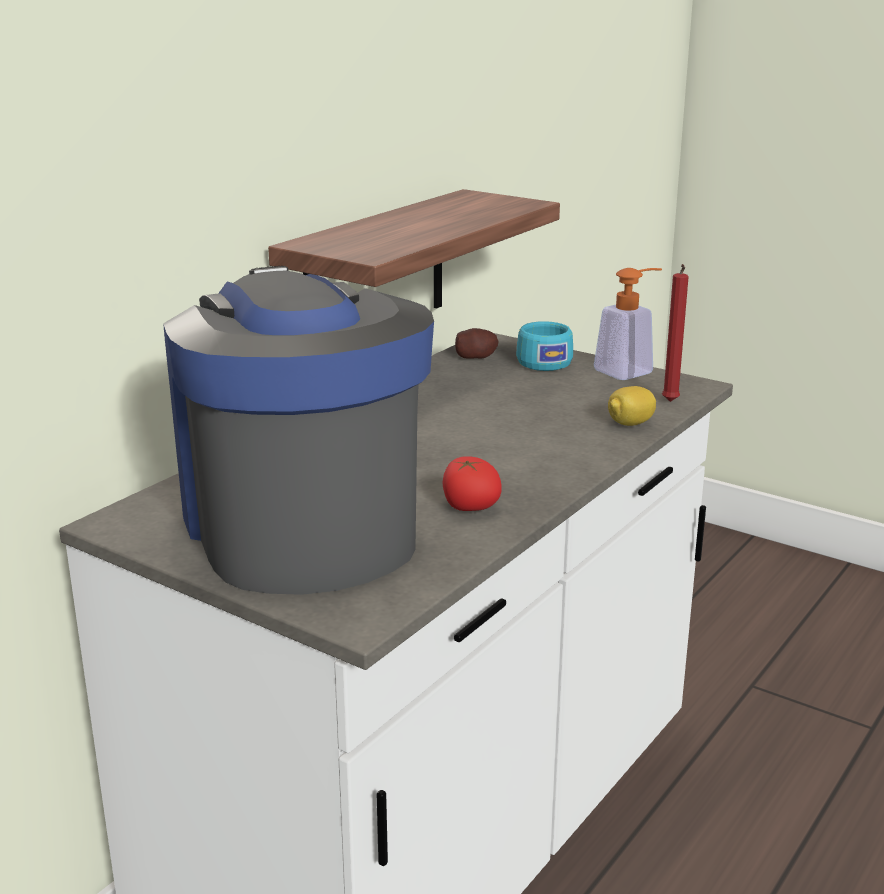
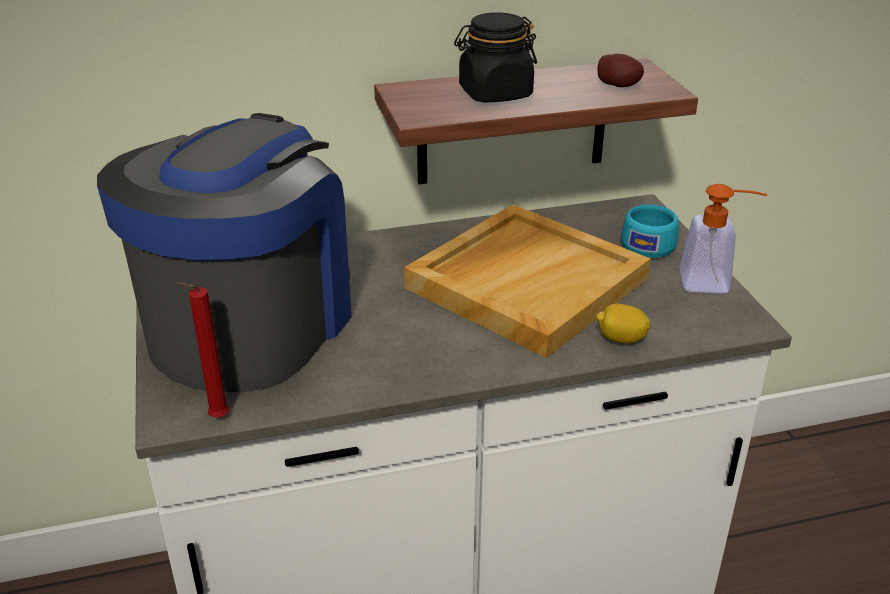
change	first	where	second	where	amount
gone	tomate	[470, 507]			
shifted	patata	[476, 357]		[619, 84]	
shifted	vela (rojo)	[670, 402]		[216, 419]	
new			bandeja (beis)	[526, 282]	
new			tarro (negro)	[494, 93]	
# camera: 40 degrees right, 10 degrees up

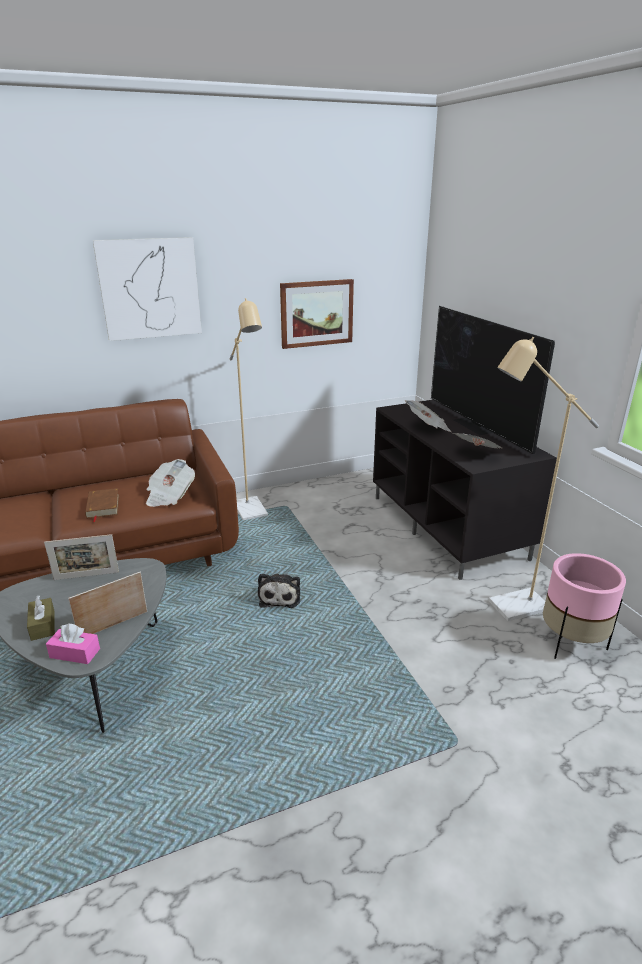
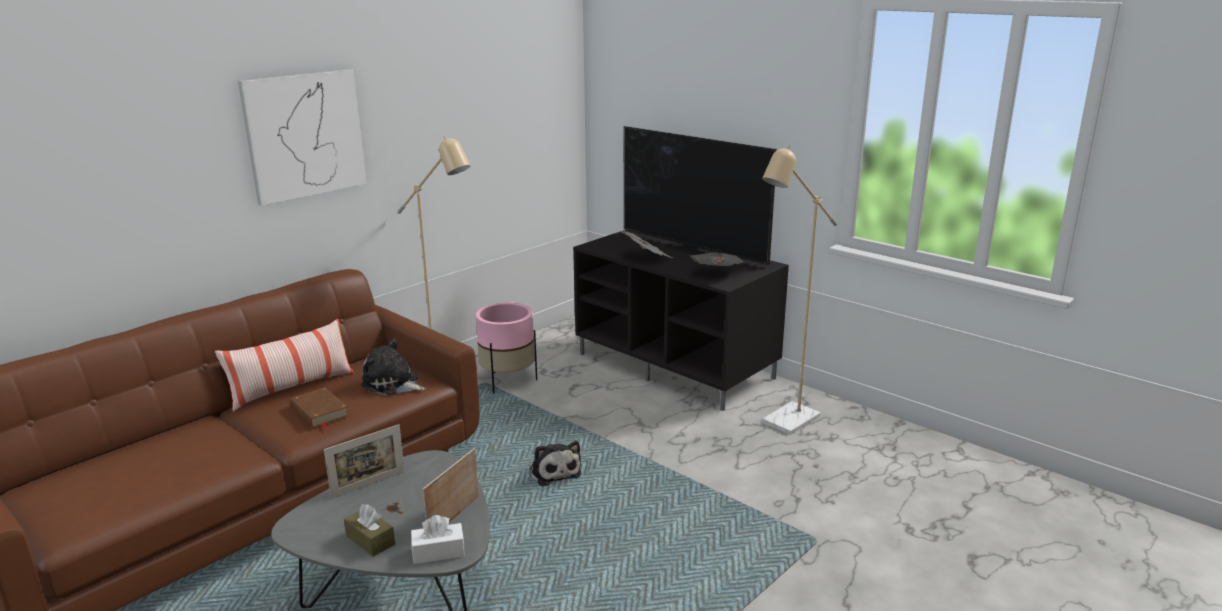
change	first	where	second	where	amount
repainted	caja de pañuelos (rosa)	[75, 653]	caja de pañuelos (blanco)	[438, 552]	
swapped	periódico	[169, 496]	peluche	[392, 384]	
gone	cuadro	[316, 313]			
shifted	maceta (rosa)	[571, 642]		[508, 381]	
new			cojín	[292, 388]	
# camera: 25 degrees left, 5 degrees down

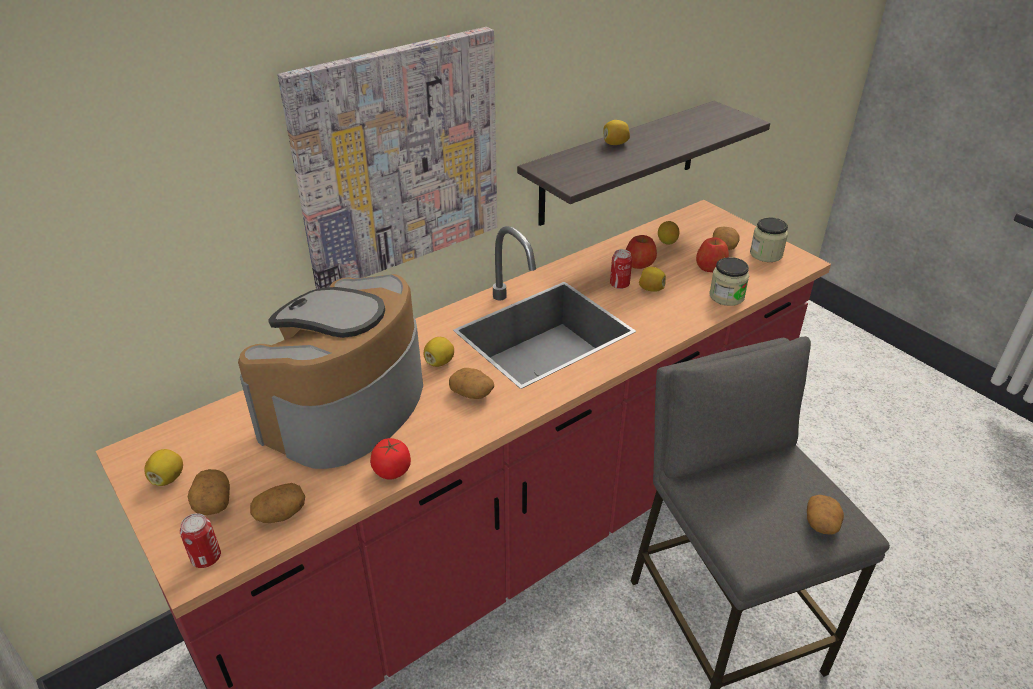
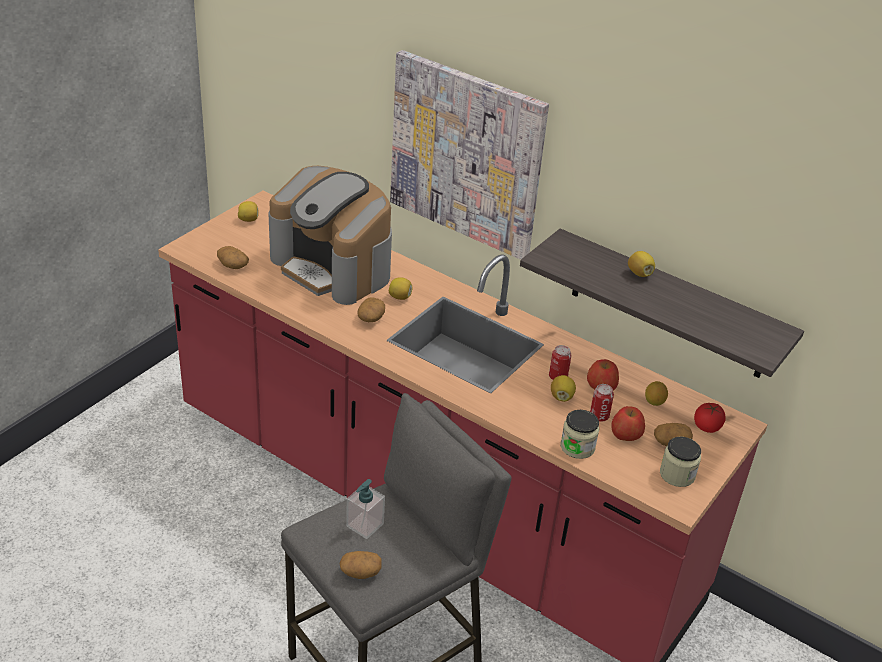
change	first	where	second	where	amount
shifted	lata	[206, 558]		[599, 416]	
gone	patata	[212, 502]			
rotated	cafetera	[345, 408]		[333, 267]	150 degrees counterclockwise
shifted	tomate	[392, 470]		[707, 427]	
new			dispensador de jabón	[364, 525]	
# camera: 70 degrees right, 0 degrees up

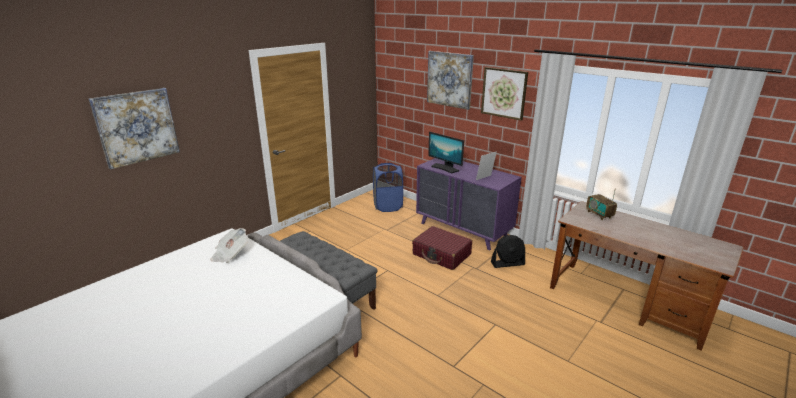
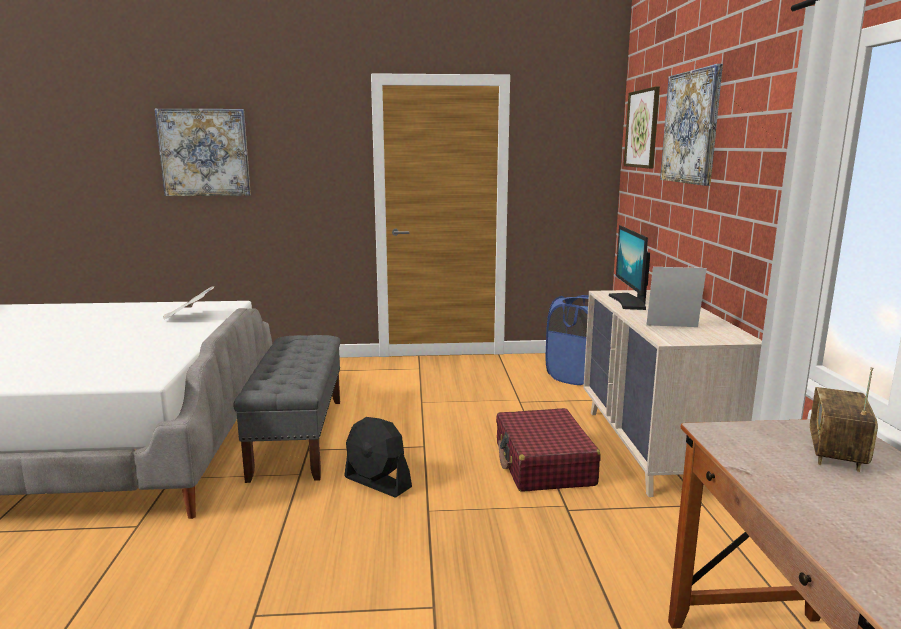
change	first	where	second	where	amount
repainted	cómoda (morado)	[463, 230]	cómoda (beis)	[653, 449]	
shifted	cuadro	[504, 93]		[642, 129]	
shifted	ventilador (negro)	[507, 263]		[377, 483]	
# camera: 45 degrees right, 10 degrees down

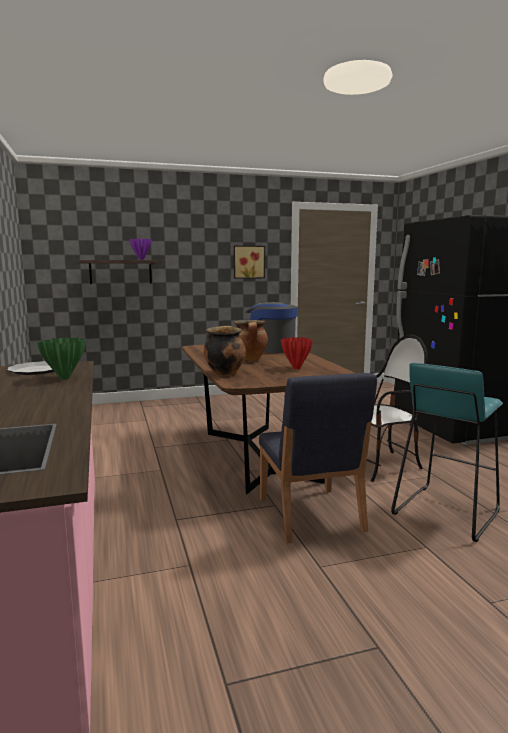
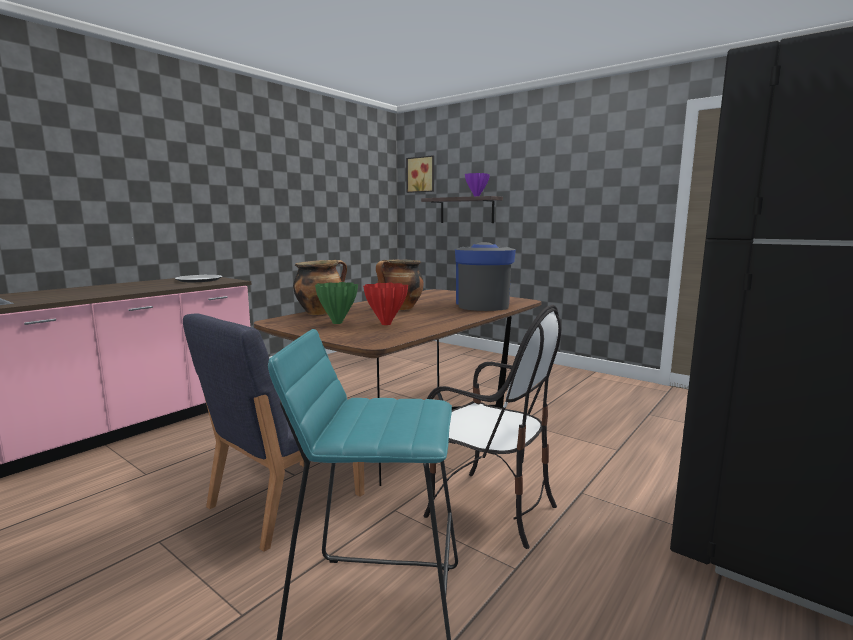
change	first	where	second	where	amount
shifted	florero (verde)	[66, 378]		[338, 323]	
shifted	cuadro	[248, 262]		[421, 174]	
# camera: 55 degrees right, 0 degrees up

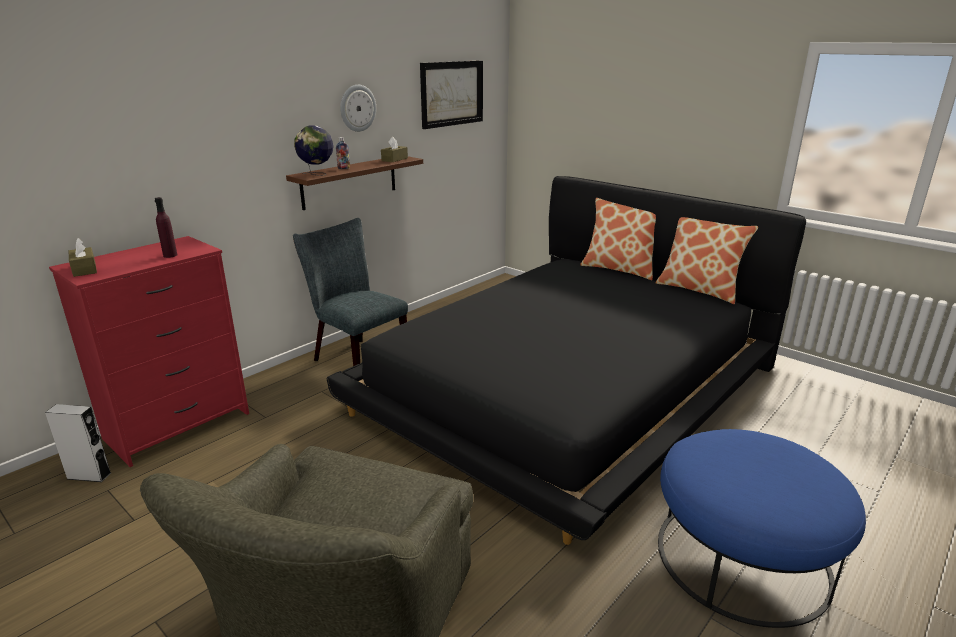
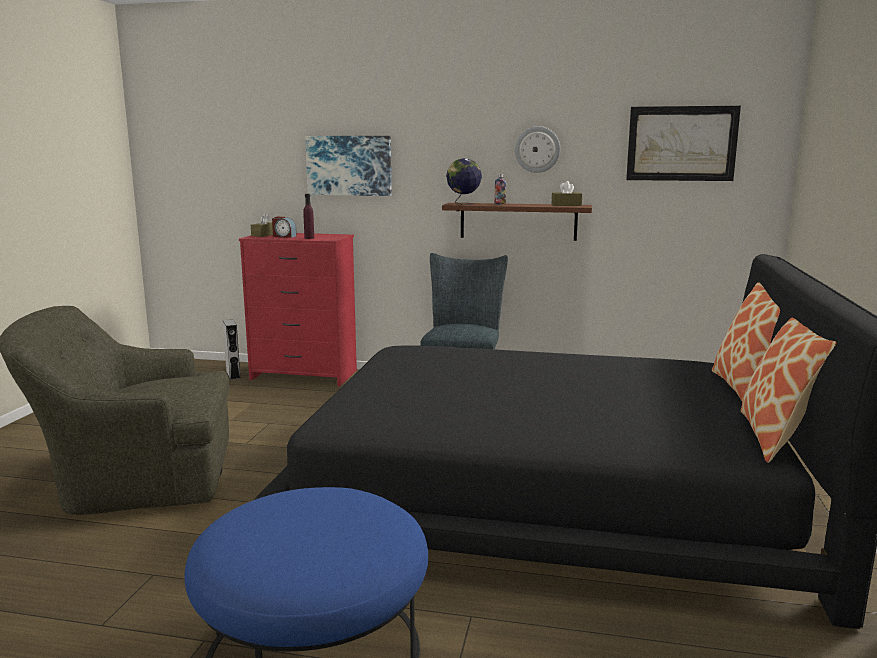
change	first	where	second	where	amount
new			despertador	[284, 236]	
new			cuadro	[349, 165]	
# camera: 60 degrees right, 10 degrees down

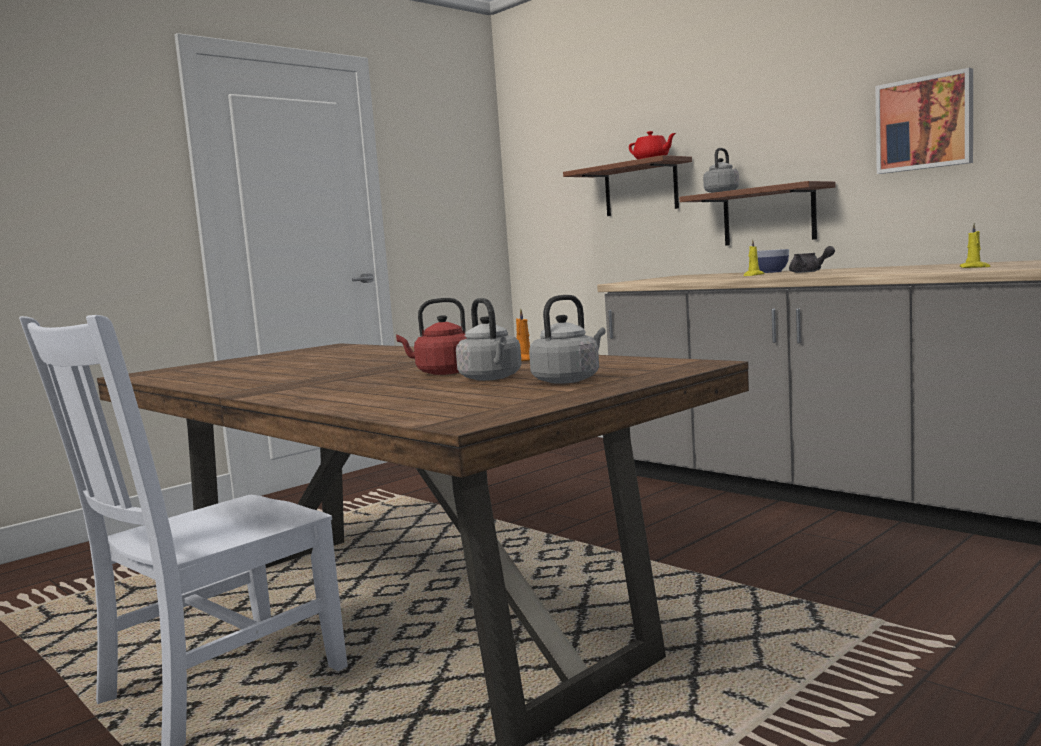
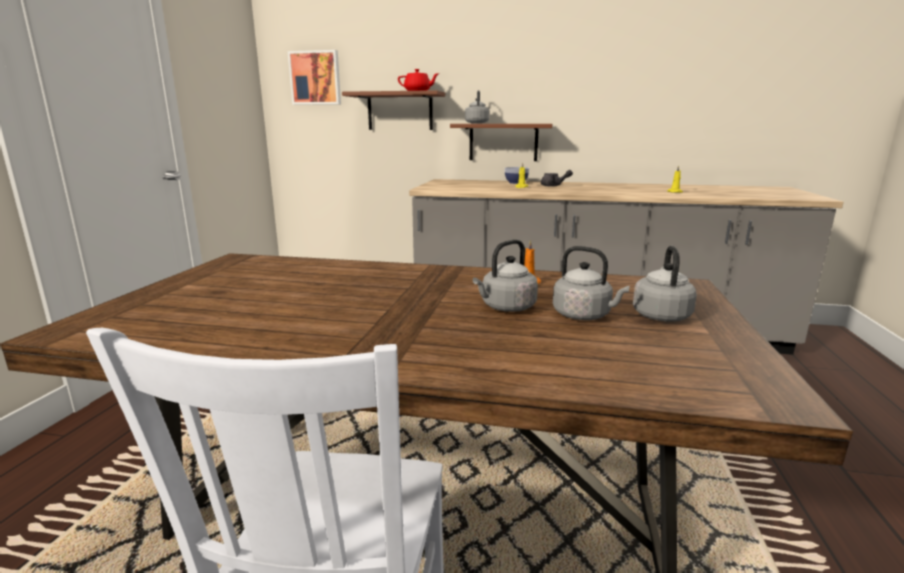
change	first	where	second	where	amount
repainted	hervidor (rojo)	[442, 373]	hervidor (gris)	[506, 307]	
shifted	cuadro	[925, 123]		[316, 78]	
# camera: 35 degrees left, 10 degrees up

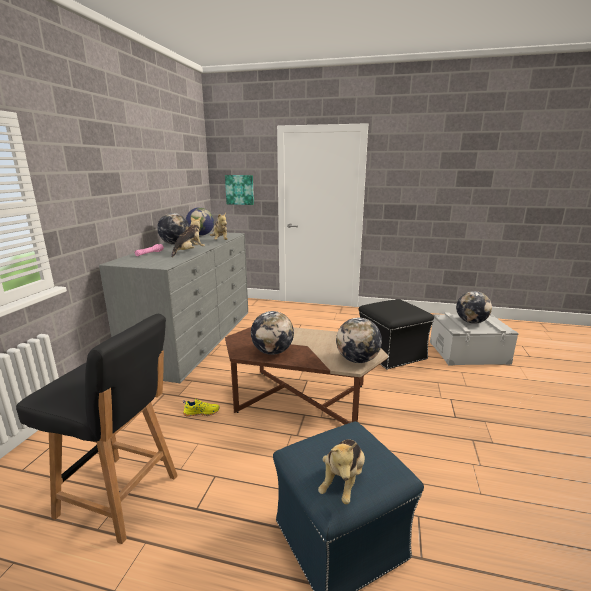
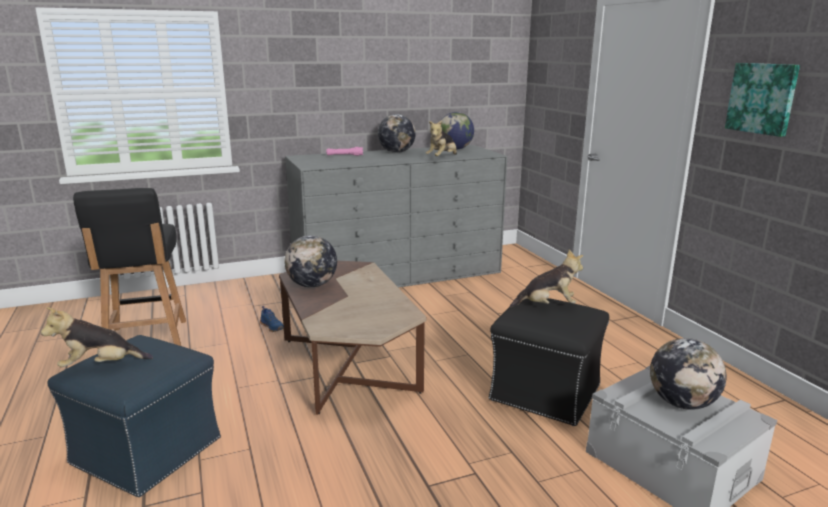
change	first	where	second	where	amount
shifted	peluche	[189, 252]		[547, 306]	
repainted	zapato (amarillo)	[202, 412]	zapato (azul)	[273, 327]	
shifted	cuadro	[240, 189]		[762, 98]	
gone	globo terráqueo	[357, 360]			
# camera: 55 degrees right, 0 degrees up

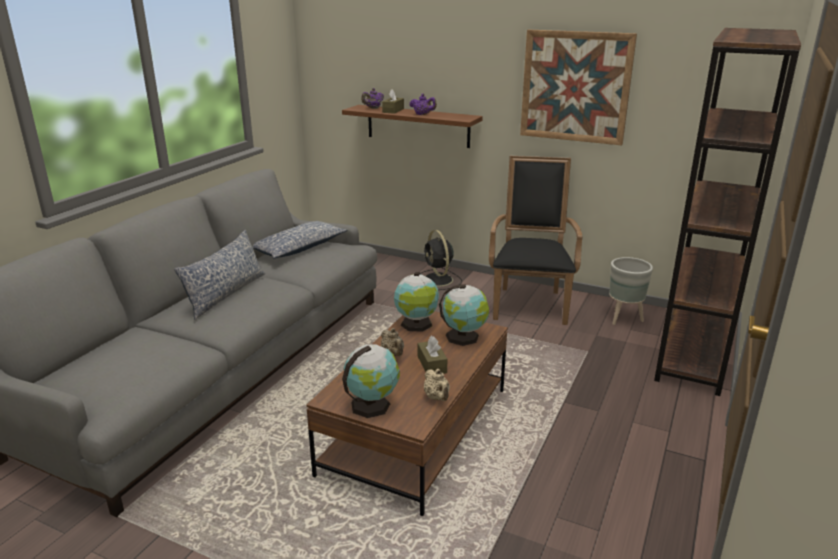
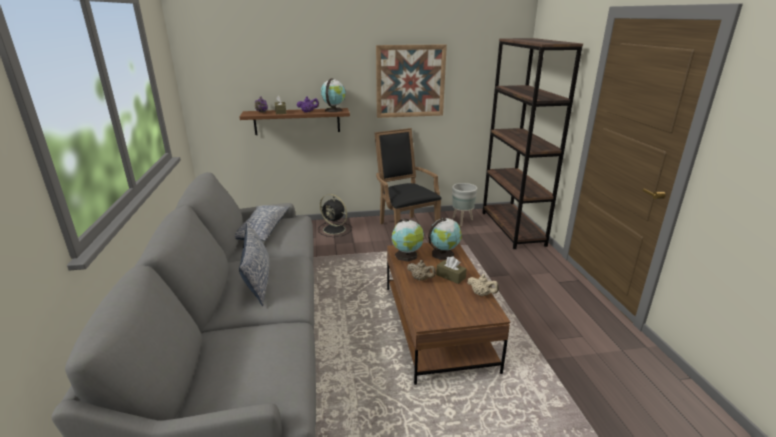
change	first	where	second	where	amount
shifted	globo terráqueo	[372, 404]		[333, 110]	
# camera: 35 degrees left, 0 degrees up

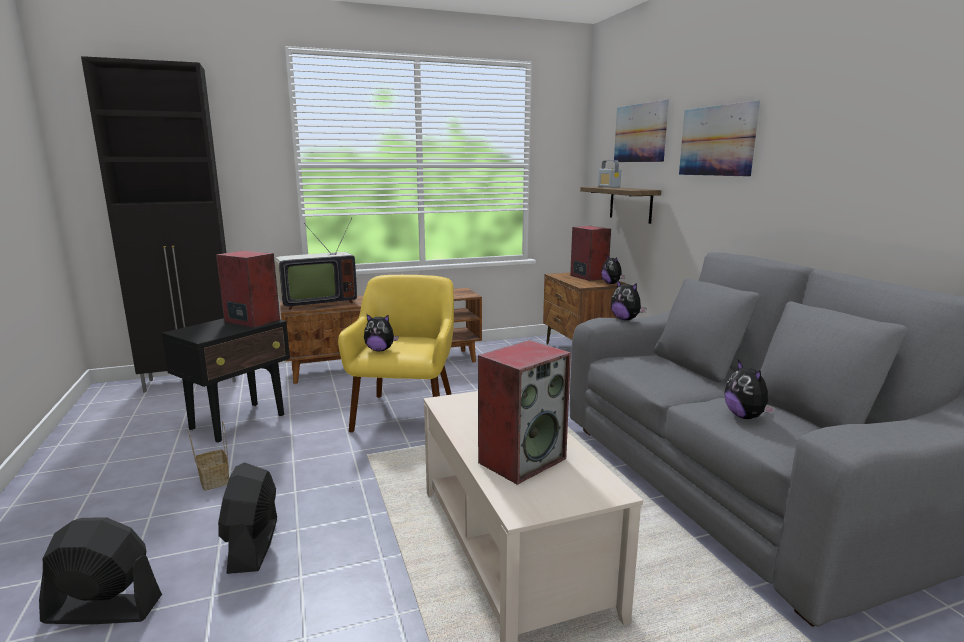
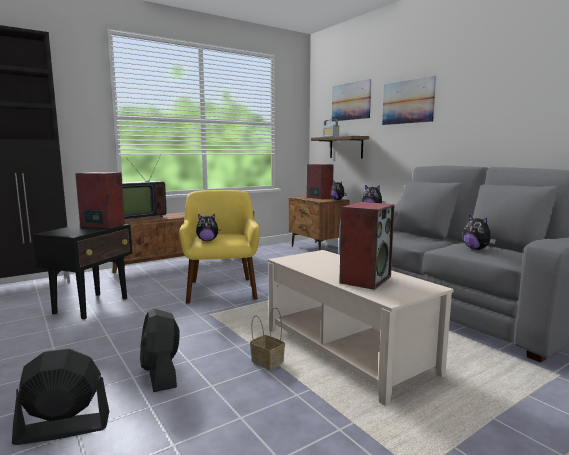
change	first	where	second	where	amount
shifted	cesta	[213, 480]		[266, 361]	
# camera: 15 degrees left, 5 degrees down

